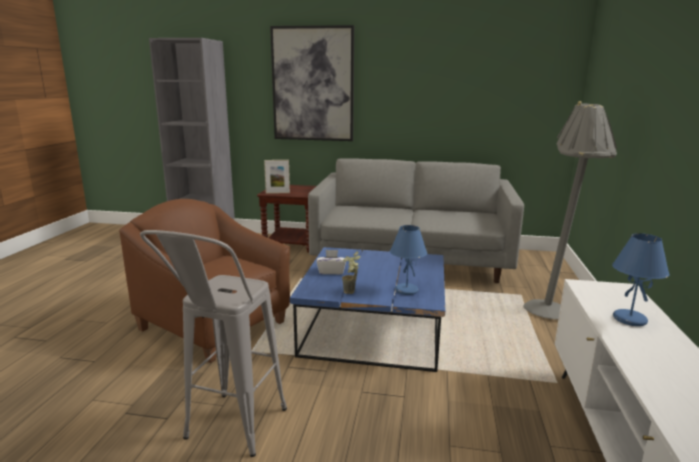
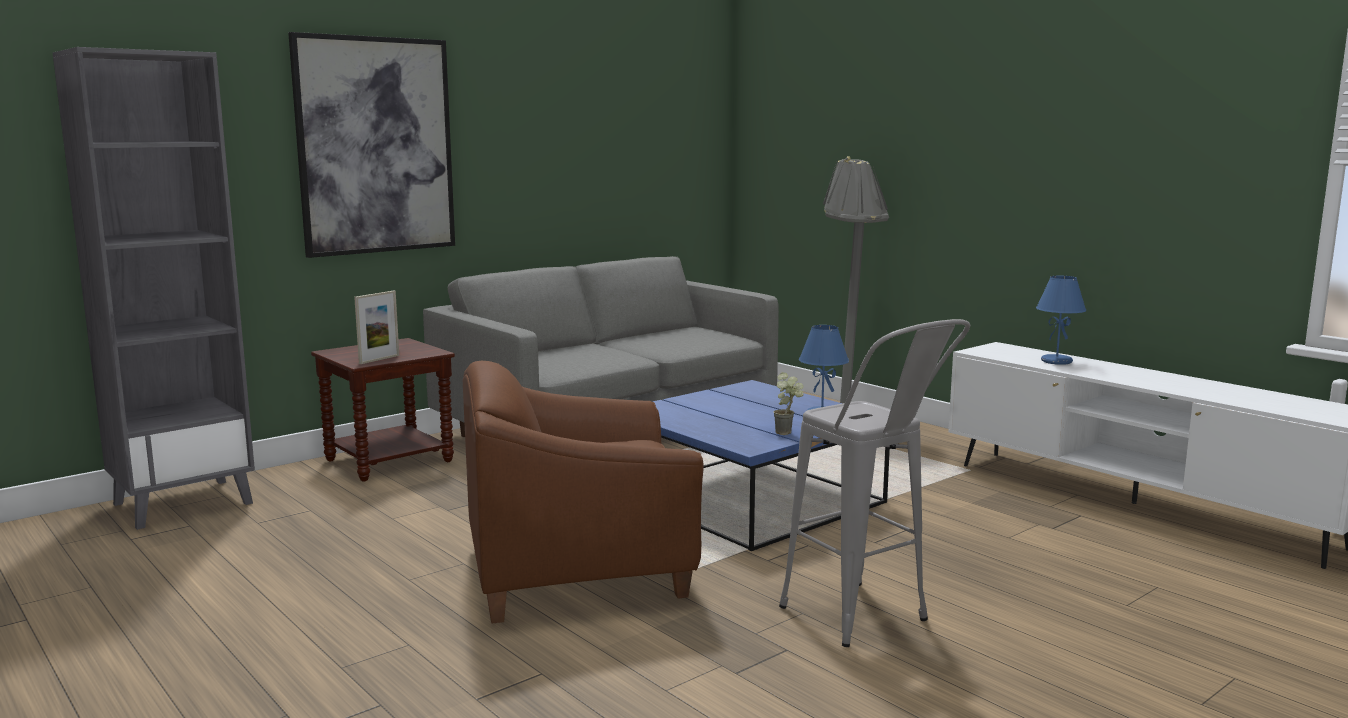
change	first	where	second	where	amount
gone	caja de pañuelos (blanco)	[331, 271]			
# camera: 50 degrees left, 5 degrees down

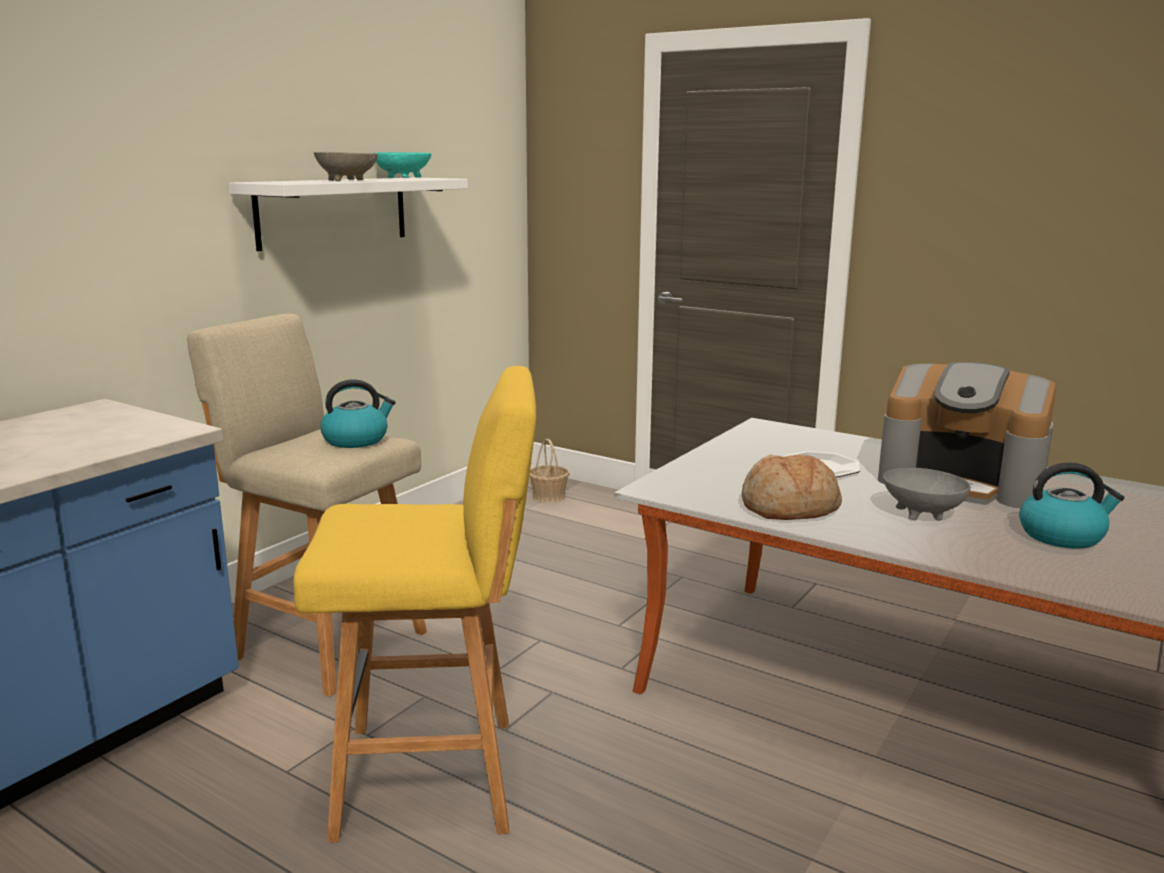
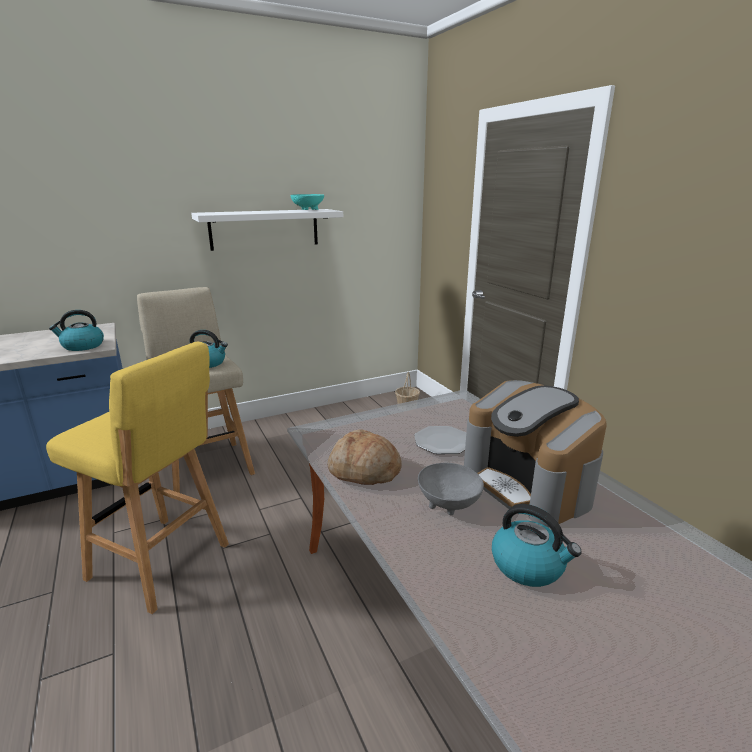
change	first	where	second	where	amount
gone	cuenco (gris)	[347, 181]			
new			hervidor	[82, 346]	
# camera: 30 degrees right, 5 degrees up

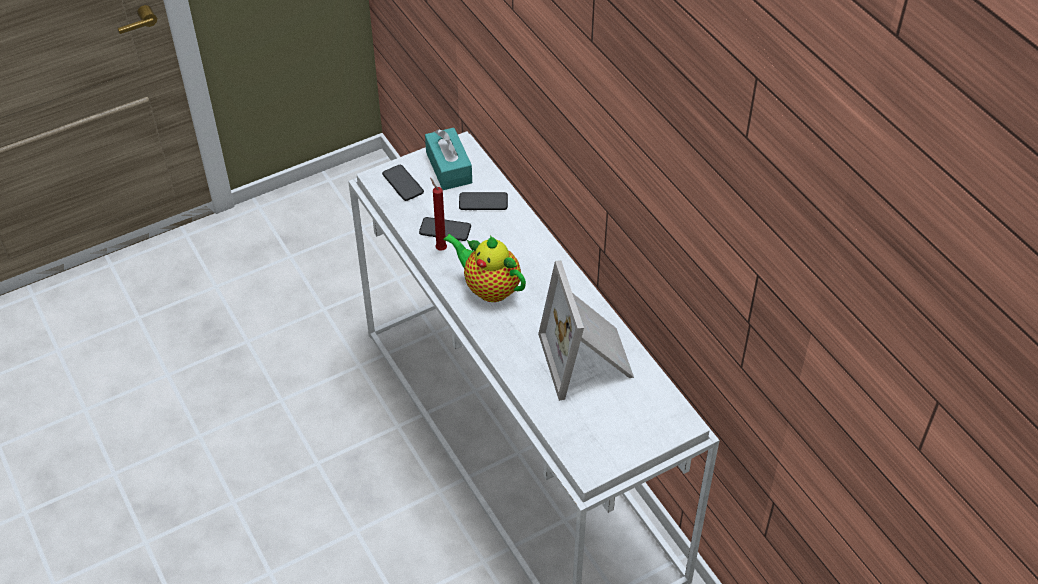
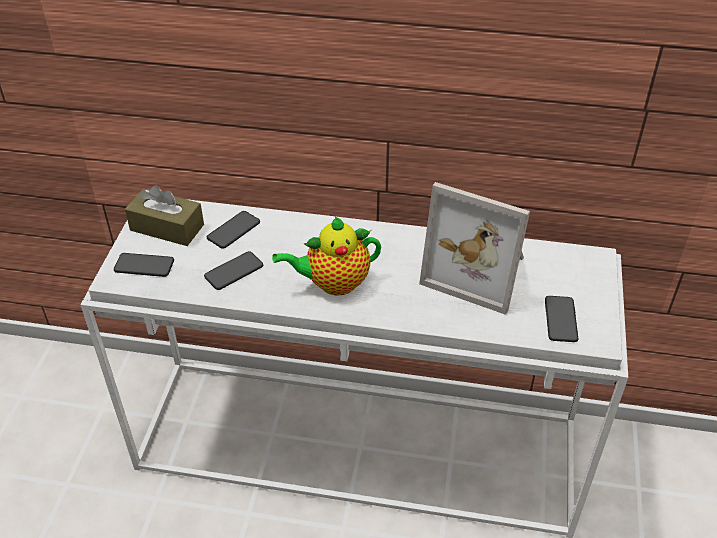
change	first	where	second	where	amount
repainted	caja de pañuelos (turquesa)	[449, 167]	caja de pañuelos (marrón)	[167, 227]	
gone	vela (rojo)	[440, 248]			
new			móvil	[560, 319]	
# camera: 50 degrees left, 5 degrees down

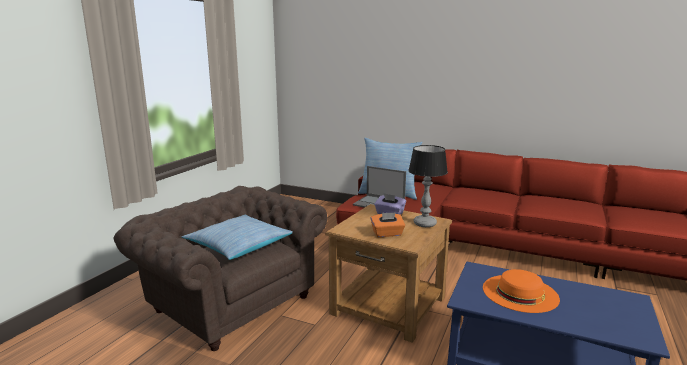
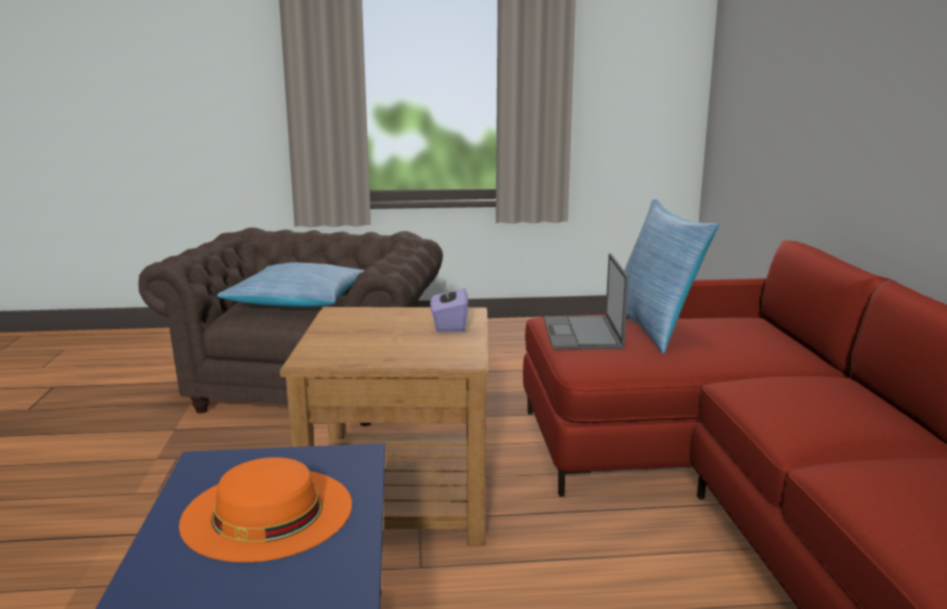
change	first	where	second	where	amount
gone	caja de pañuelos (naranja)	[387, 234]			
gone	lámpara de mesa	[425, 223]			
# camera: 60 degrees right, 0 degrees up

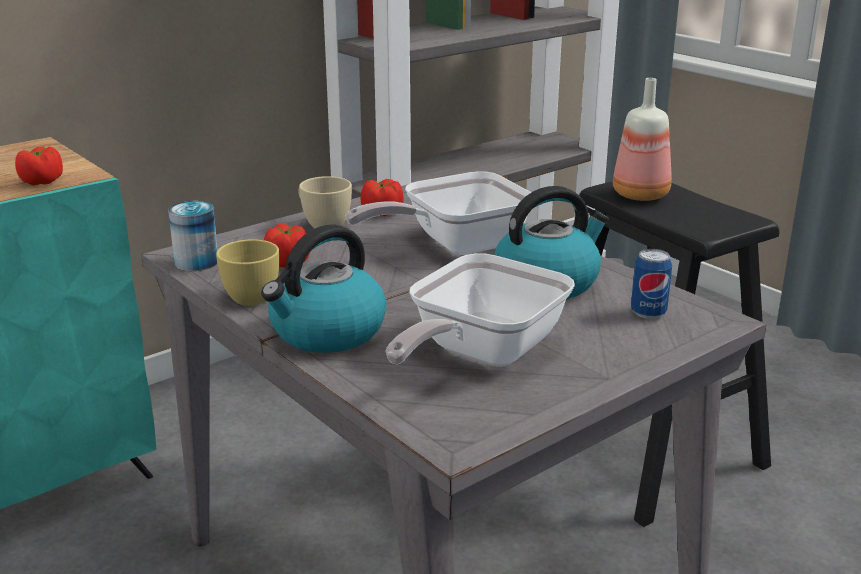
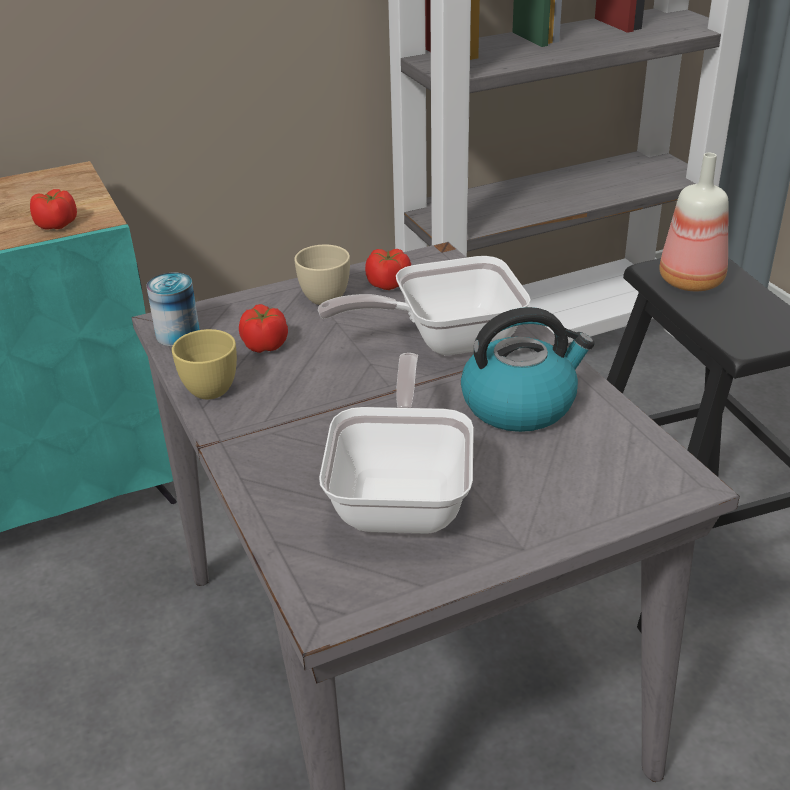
change	first	where	second	where	amount
gone	hervidor	[327, 332]			
rotated	sartén	[479, 354]		[403, 496]	135 degrees clockwise
gone	lata	[648, 313]			
# camera: 15 degrees right, 10 degrees up

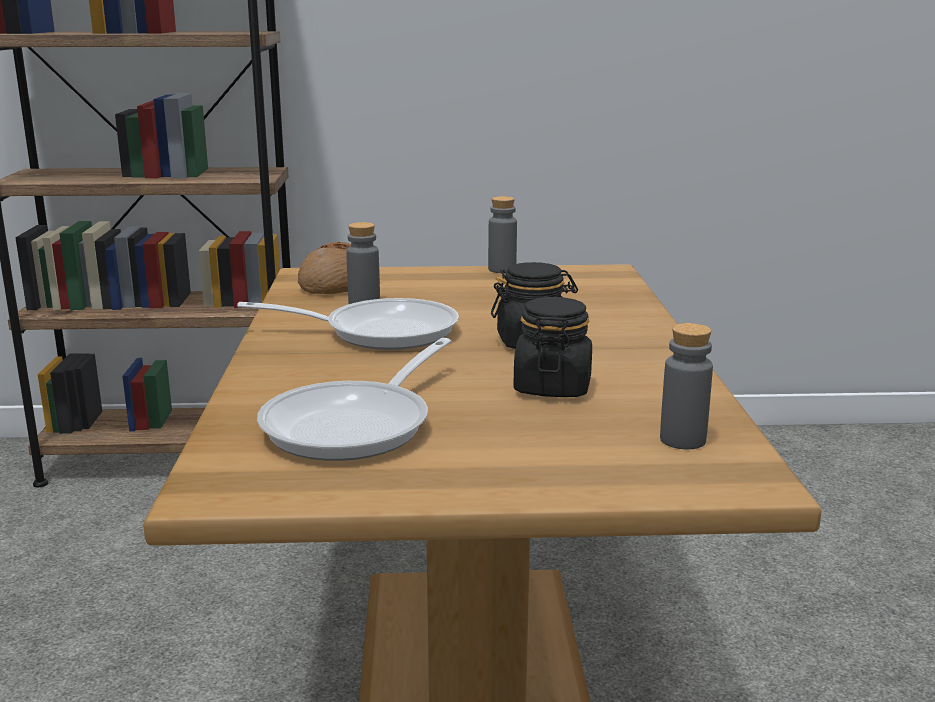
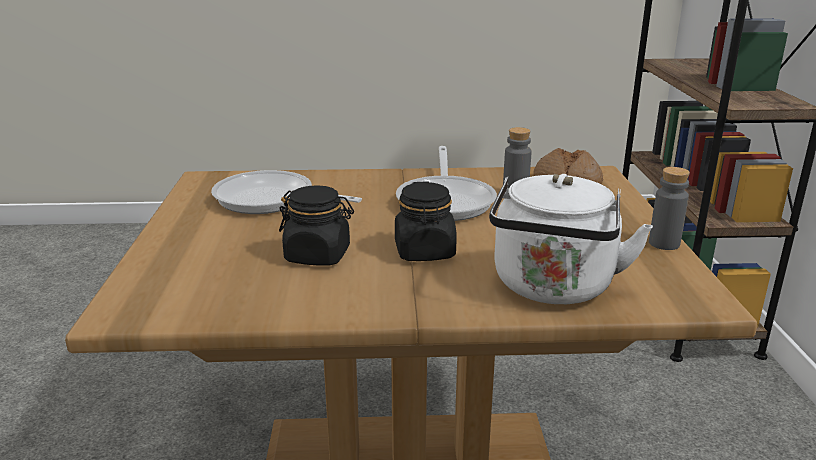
change	first	where	second	where	amount
gone	botella (gris)	[682, 440]			
new			hervidor (blanco)	[553, 288]	
# camera: 90 degrees right, 5 degrees up

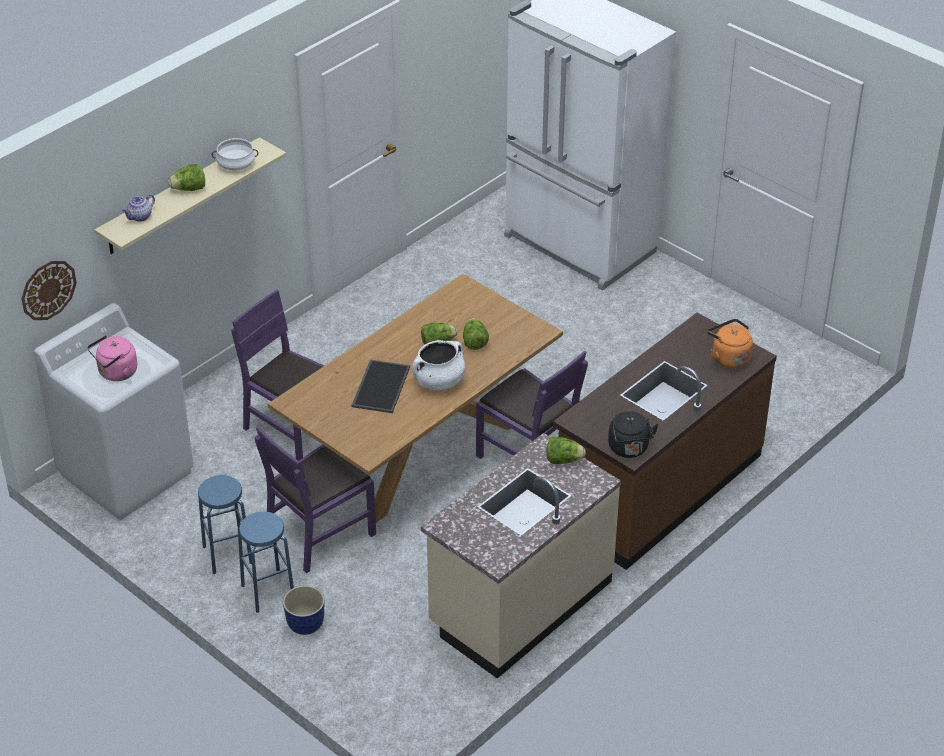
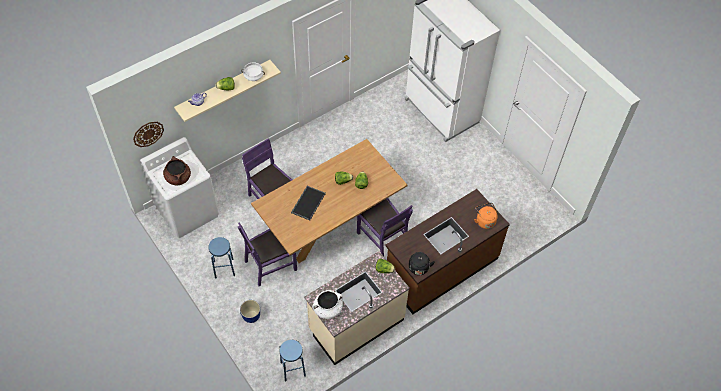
change	first	where	second	where	amount
swapped	hervidor (rosa)	[116, 373]	olla (marrón)	[178, 178]	
shifted	taburete (azul)	[268, 592]		[293, 369]	
shifted	olla (blanco)	[438, 381]		[328, 309]	
# camera: 10 degrees right, 15 degrees up

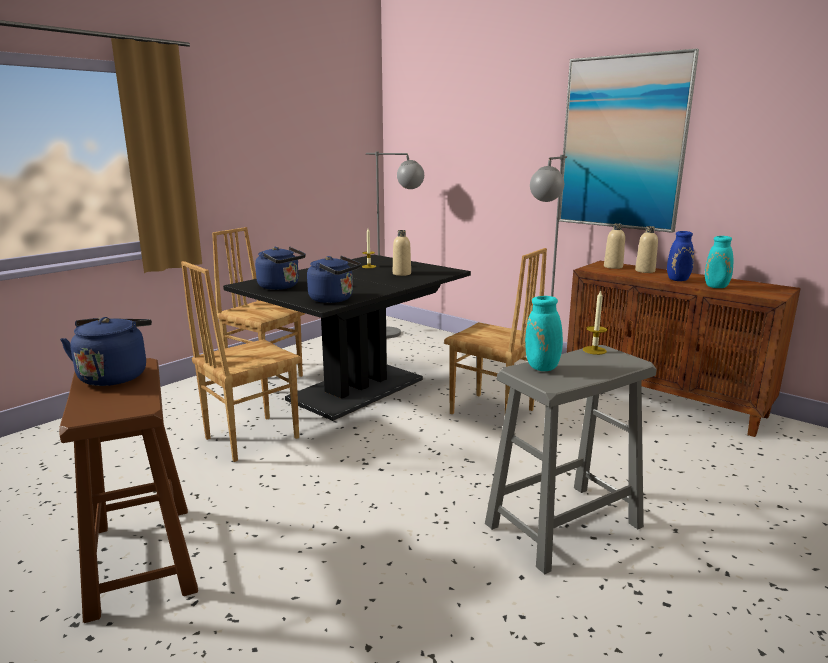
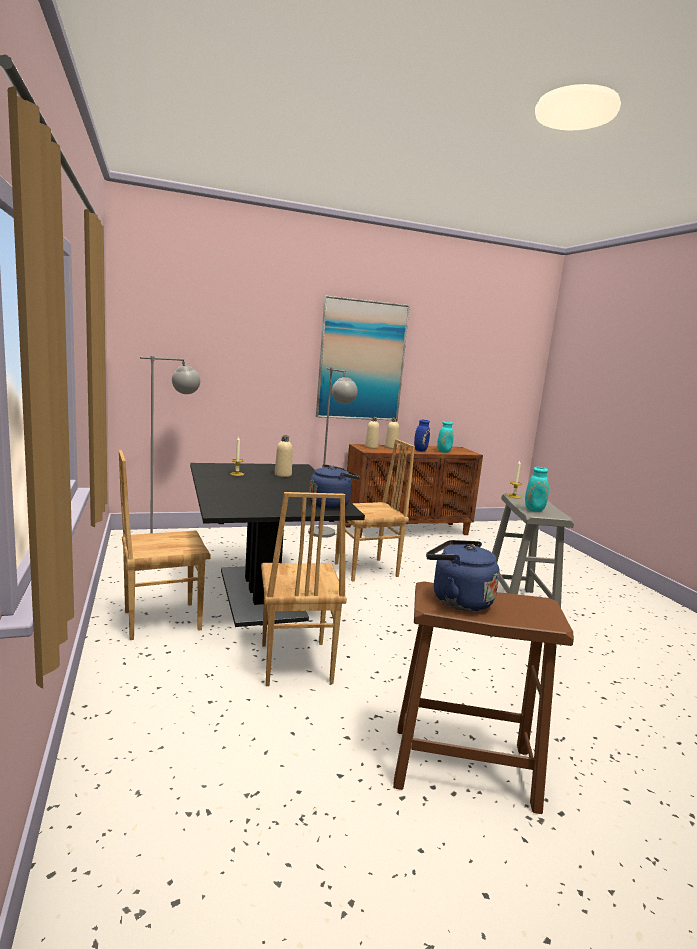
change	first	where	second	where	amount
gone	hervidor (azul)	[281, 287]			
# camera: 60 degrees left, 5 degrees down

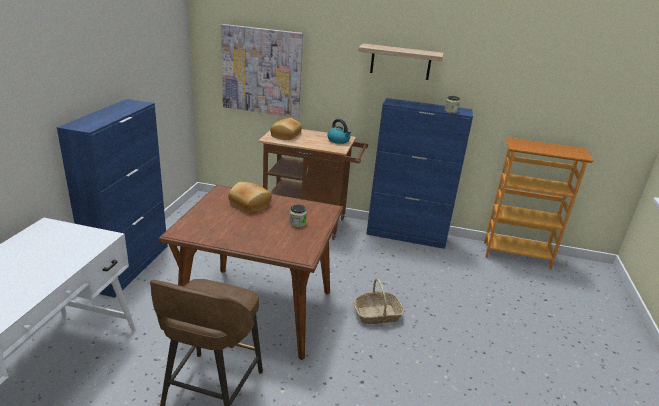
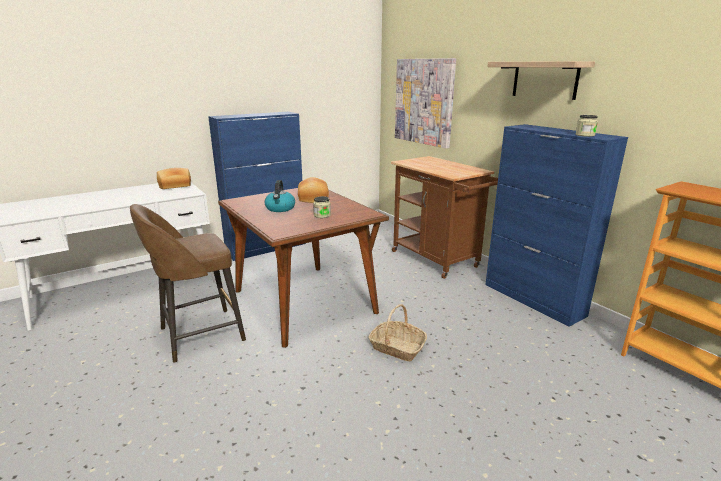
change	first	where	second	where	amount
shifted	pan	[286, 135]		[175, 186]	
shifted	hervidor	[339, 140]		[280, 208]	
# camera: 45 degrees right, 5 degrees down

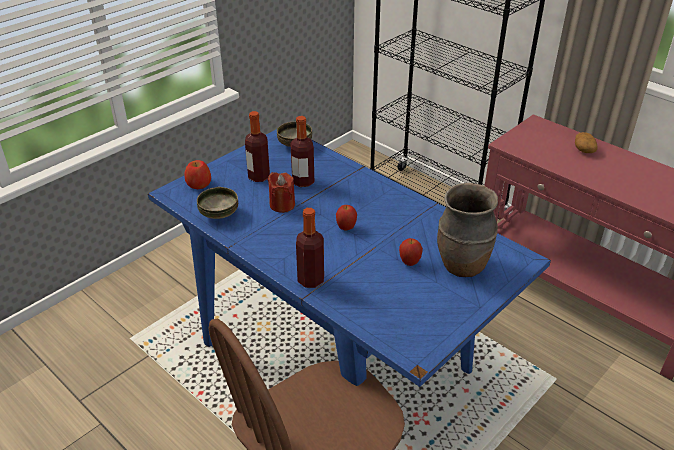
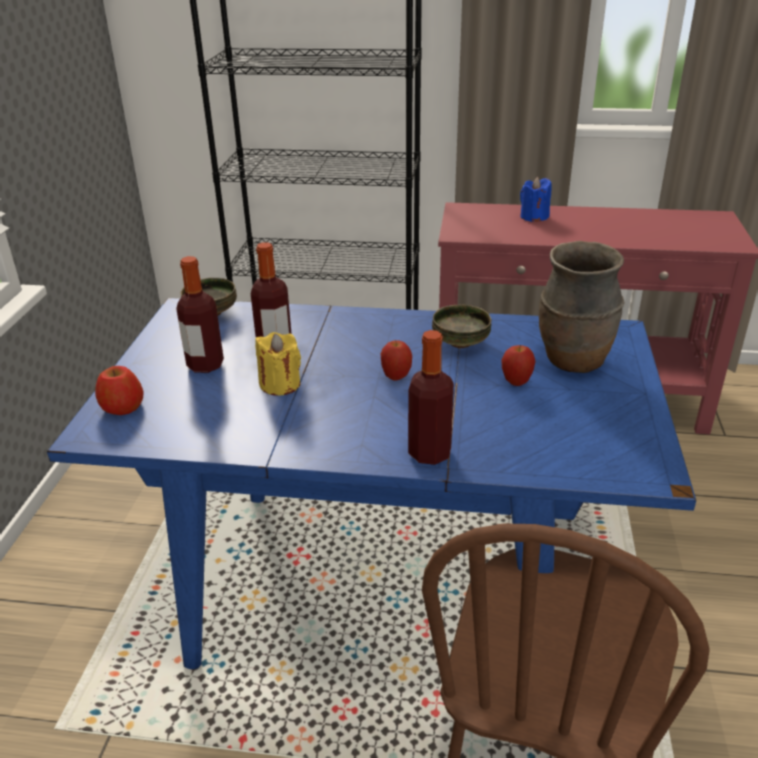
change	first	where	second	where	amount
shifted	cuenco	[219, 214]		[459, 343]	
repainted	vela (rojo)	[282, 205]	vela (amarillo)	[280, 384]	
swapped	patata	[583, 149]	vela (azul)	[534, 217]	
# camera: 35 degrees left, 5 degrees down

